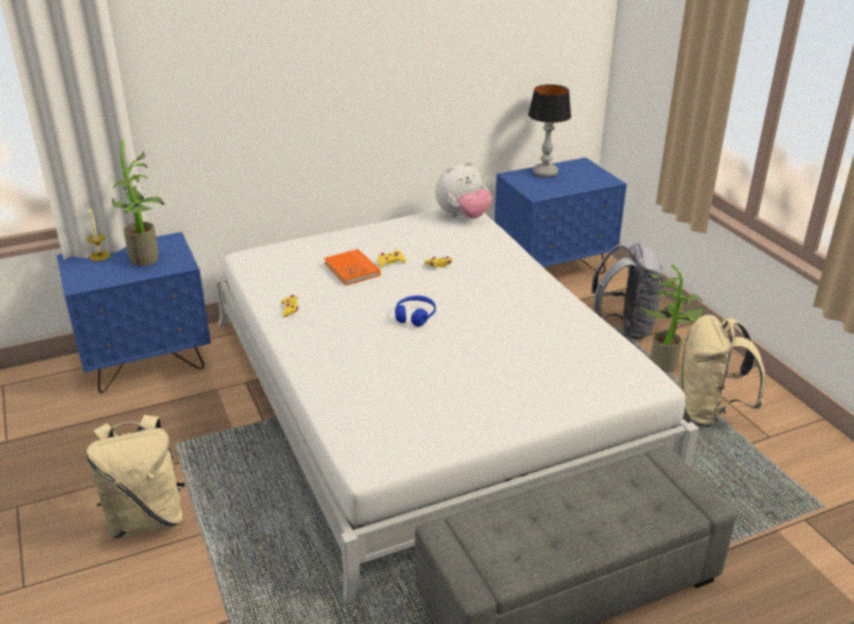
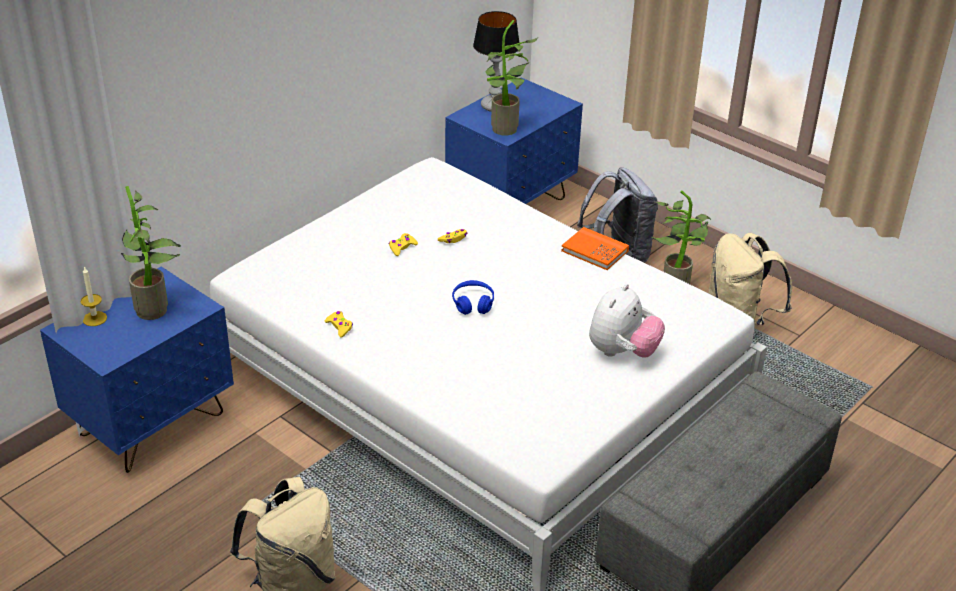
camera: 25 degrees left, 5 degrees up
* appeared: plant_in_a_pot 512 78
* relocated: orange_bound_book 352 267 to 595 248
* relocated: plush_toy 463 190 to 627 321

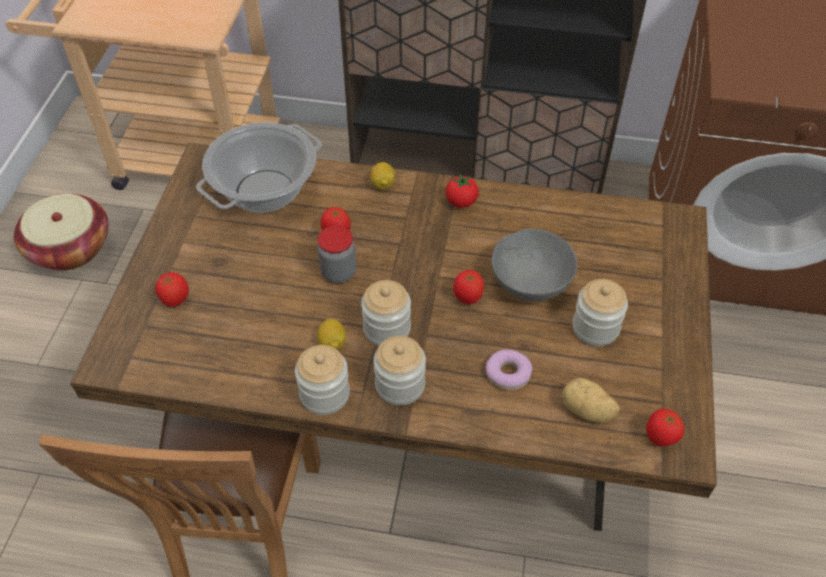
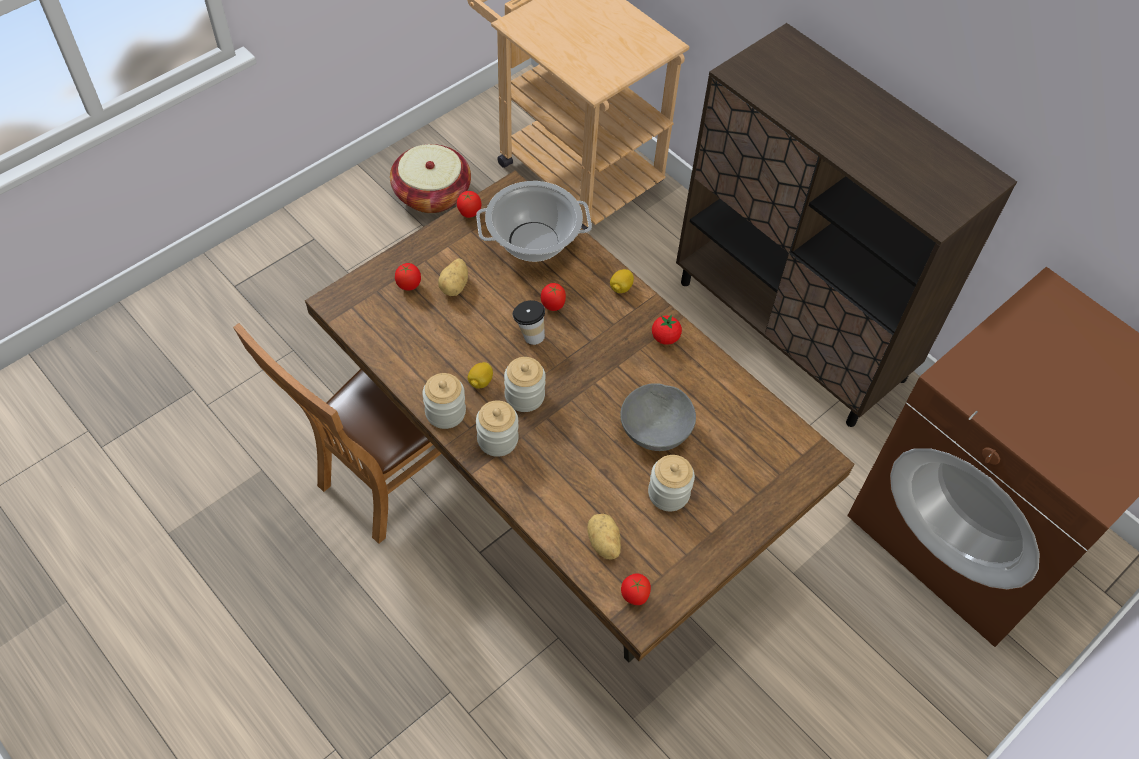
camera: 35 degrees right, 5 degrees up
* appeared: spud 453 277
* relocated: whole_tomato 468 287 to 469 204
* exchanged: storage_jar 336 254 to cup 528 322
* missing: ring_doughnut 509 370

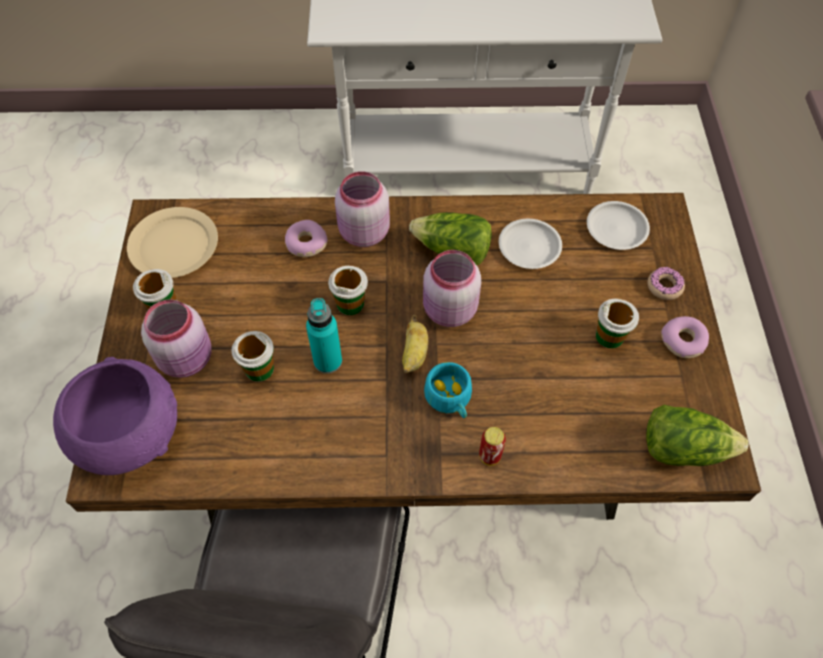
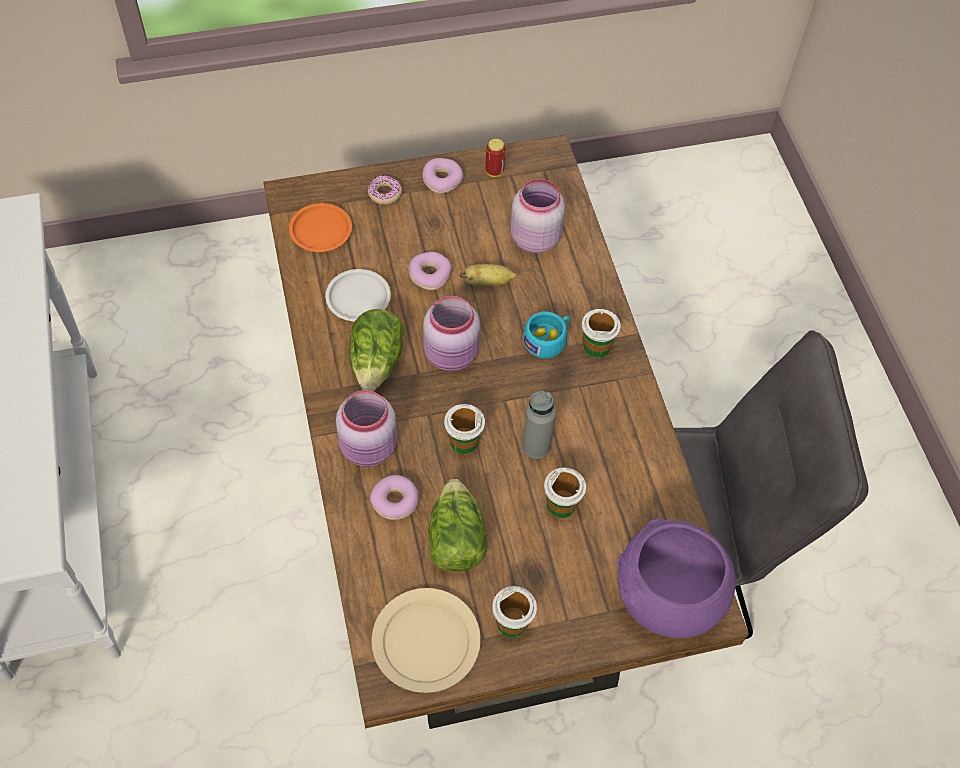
camera: 105 degrees left, 0 degrees up
* colour: whitish_flat_dish 618 225 to orange_flat_dish 320 227
* appeared: ring_doughnut 429 271
* relocated: lettuce_head 697 435 to 458 525
* relocated: banana 415 344 to 488 274
* relocated: can 492 446 to 495 158
* relocated: pink_storage_jar 176 338 to 537 216
* colour: turquoise-coloured_drink_bottle 324 336 to greyish_drink_bottle 539 425
* relocated: cup 617 323 to 601 333

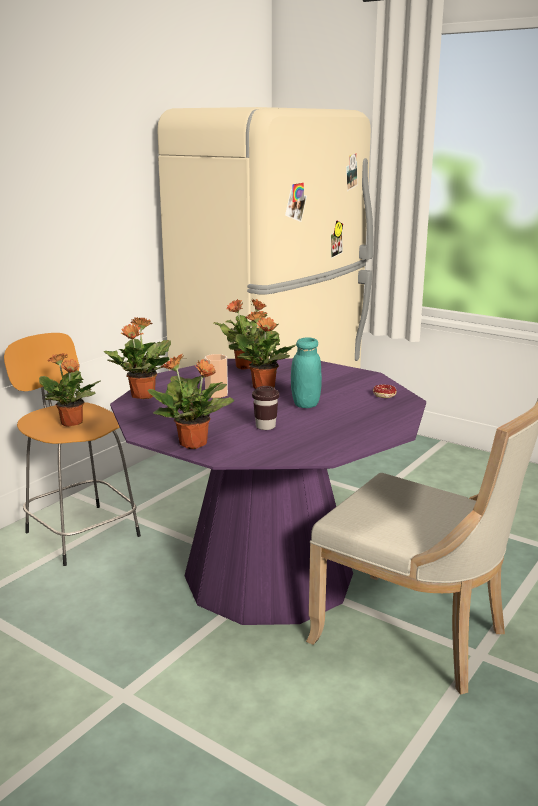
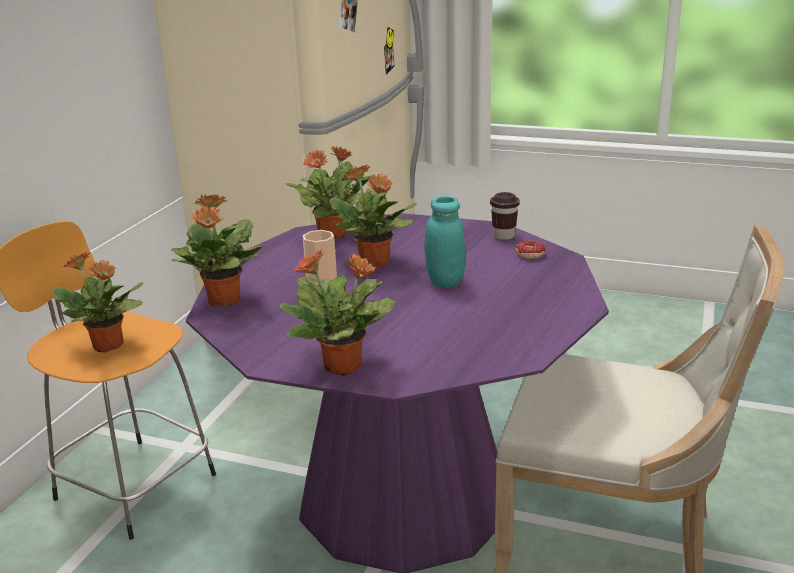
camera: 15 degrees left, 5 degrees up
* relocated: brown-coloured_cup 265 408 to 505 216

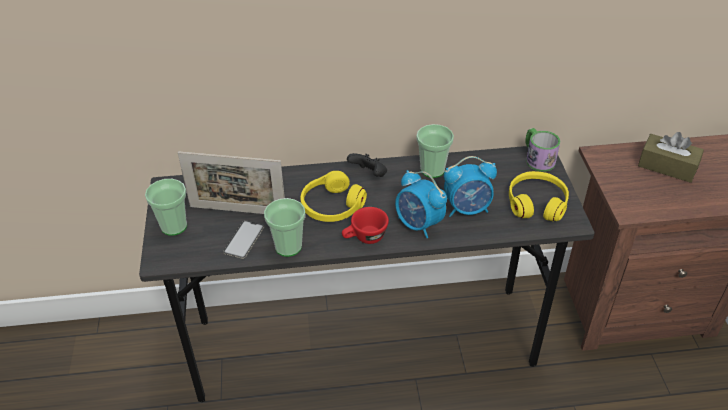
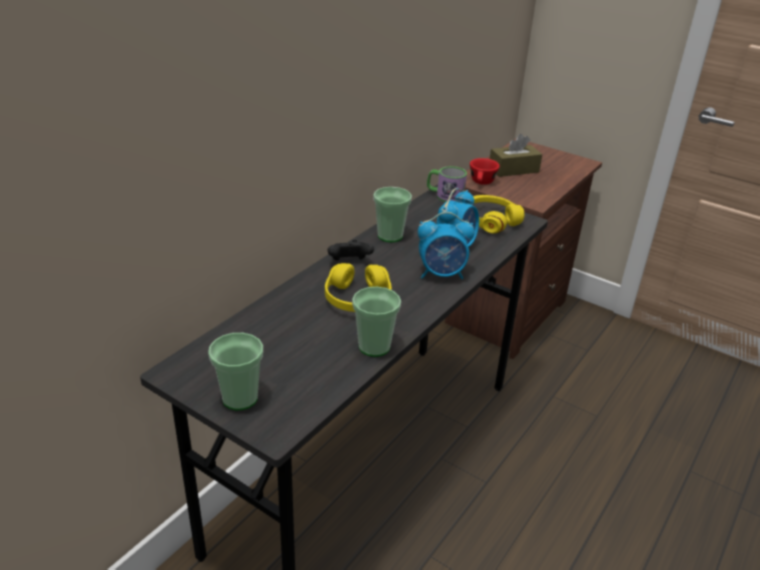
camera: 50 degrees left, 10 degrees down
* relocated: red-coloured_cup 365 225 to 485 171
* missing: picture_frame 231 182
* missing: phone 243 239

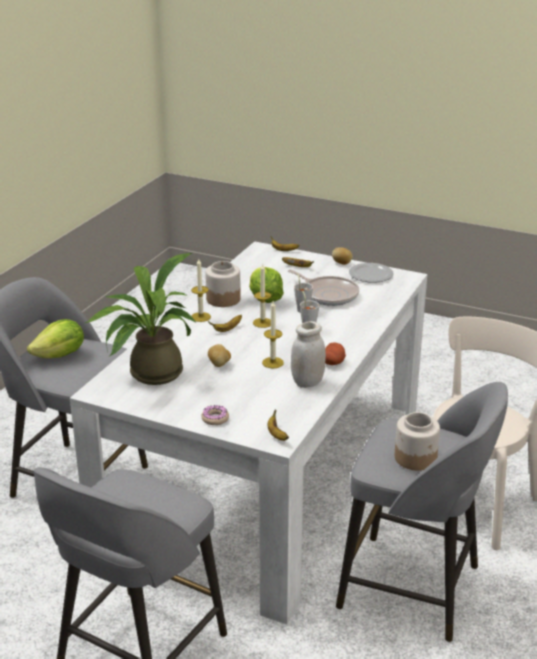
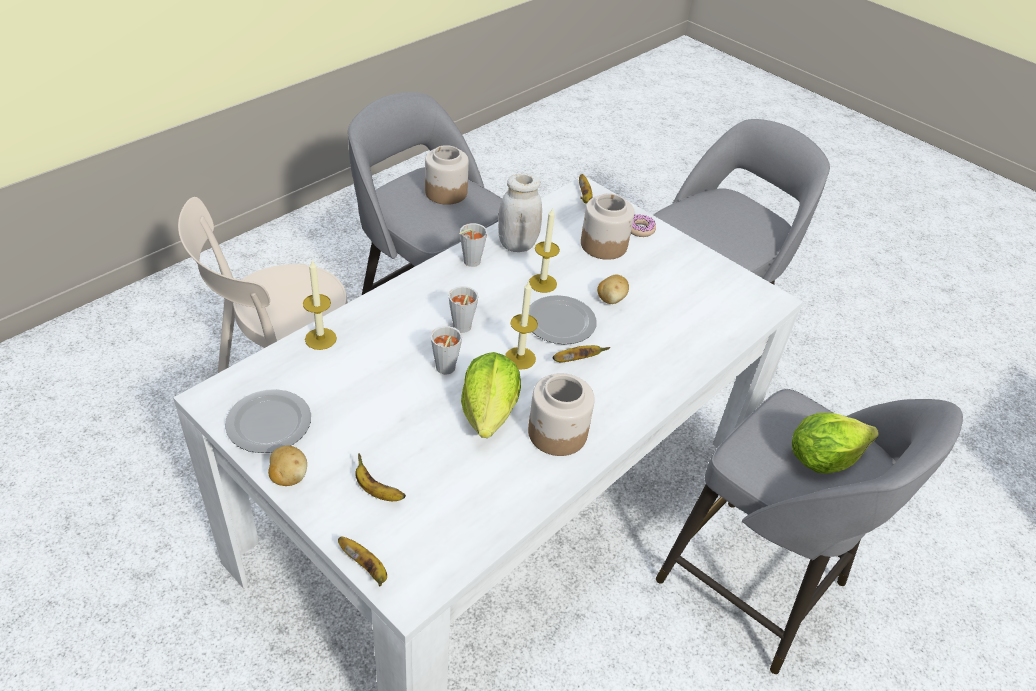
camera: 165 degrees left, 15 degrees up
* relocated: wax_candle 201 290 to 320 305
* exchanged: spud 335 354 to greyish_cup 473 245
* appeared: flat_dish 563 319
* appeared: storage_jar 608 226
* missing: plant_in_a_pot 140 319
* missing: pan 323 288

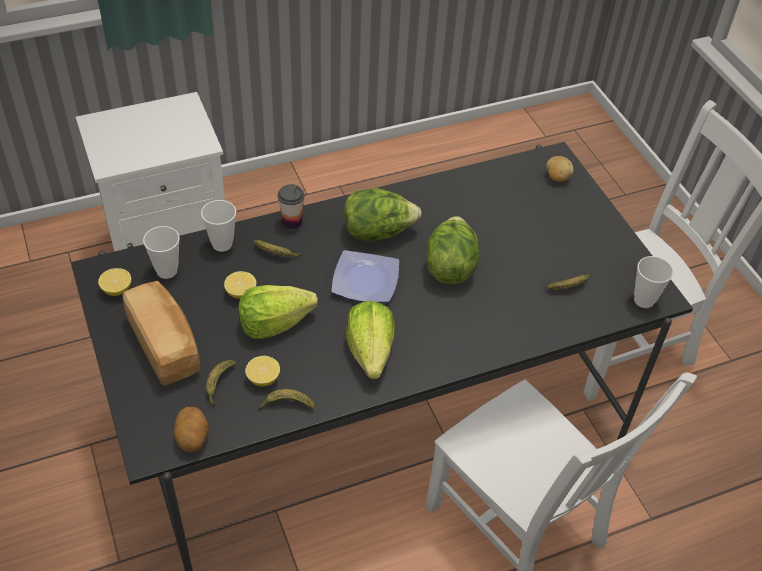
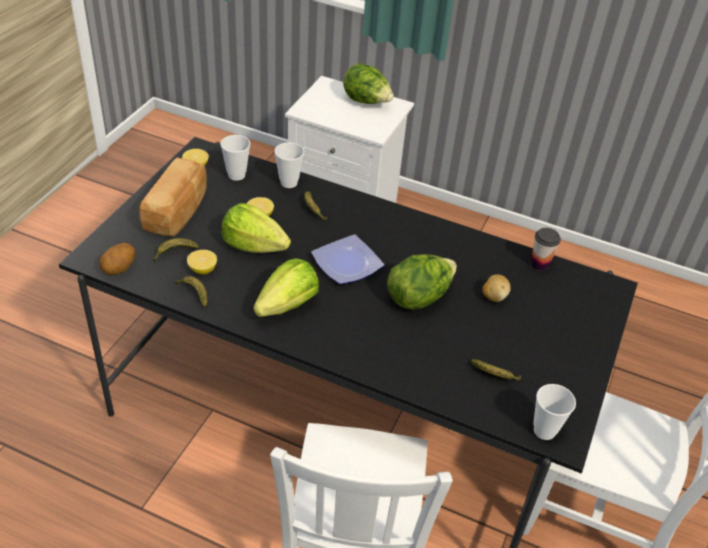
camera: 45 degrees right, 5 degrees down
* relocated: lettuce_head 383 214 to 368 83
* relocated: spud 559 169 to 496 288
* relocated: cup 291 206 to 546 249

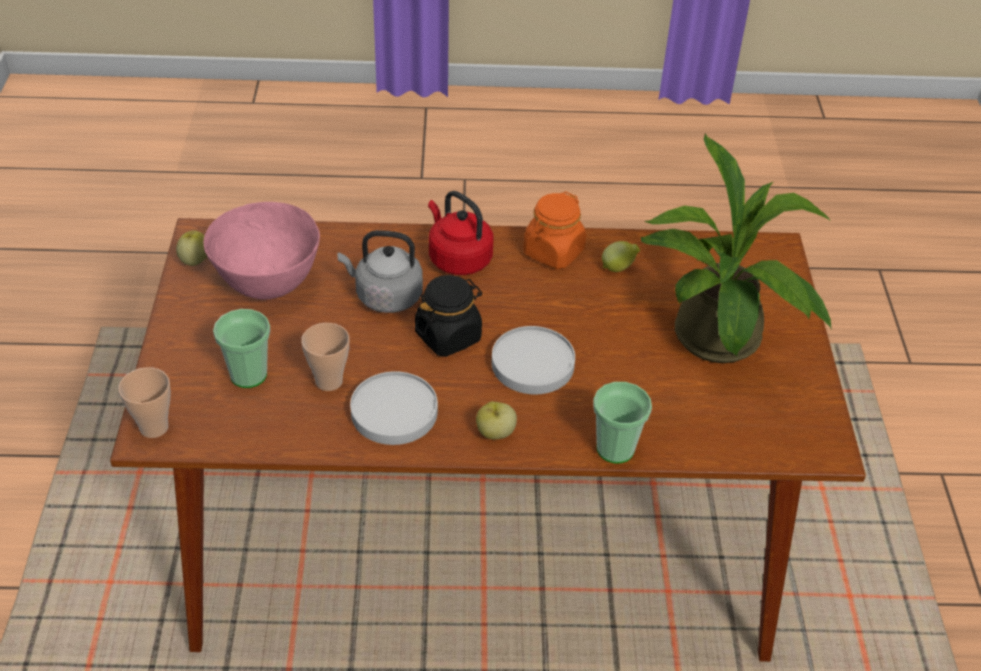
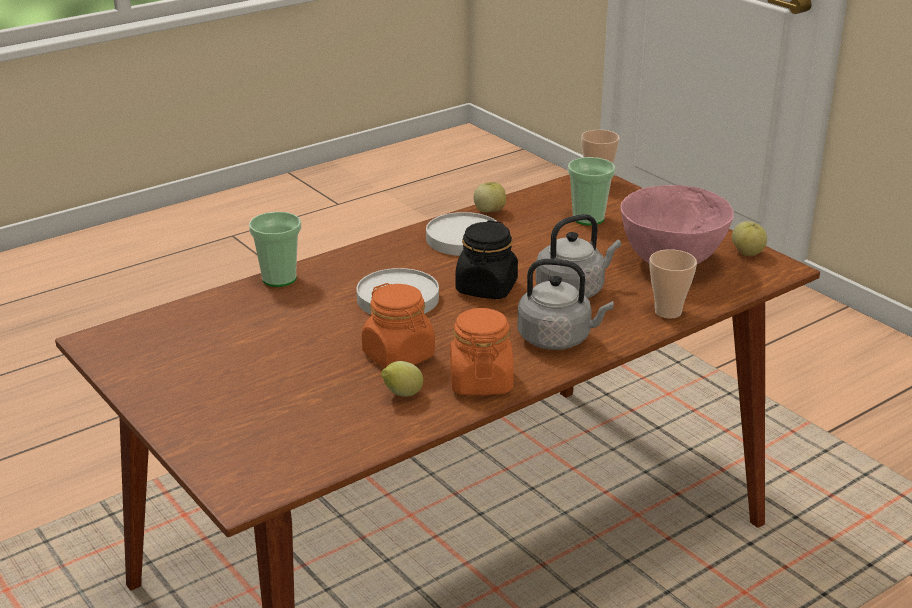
camera: 145 degrees right, 15 degrees down
* appeared: orange_storage_jar 398 325
* relocated: whole_apple 496 420 to 490 197
* colour: red-coloured_kettle 460 233 to greyish_kettle 565 304
* relocated: cup 325 357 to 673 284
* missing: plant_in_a_pot 736 248

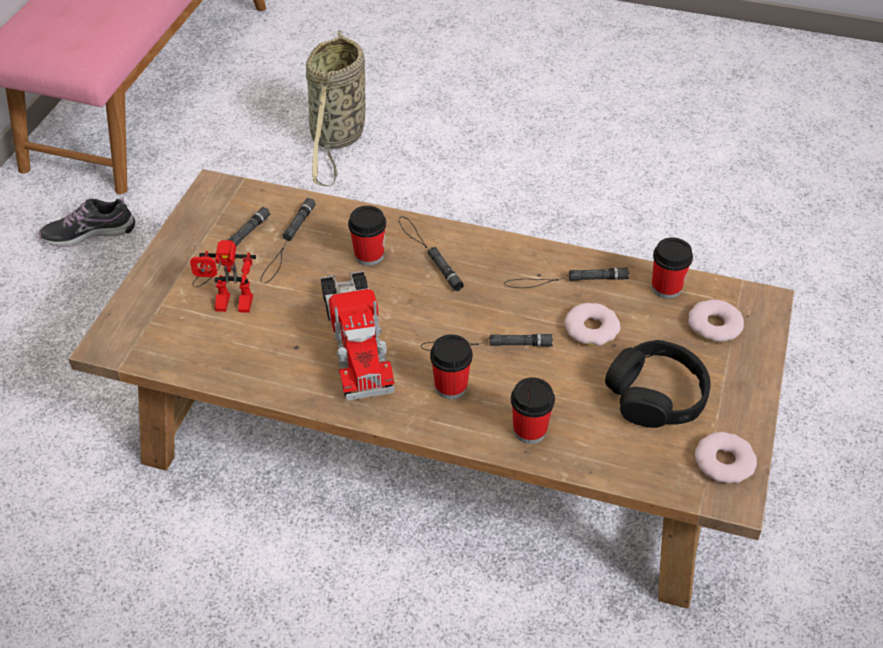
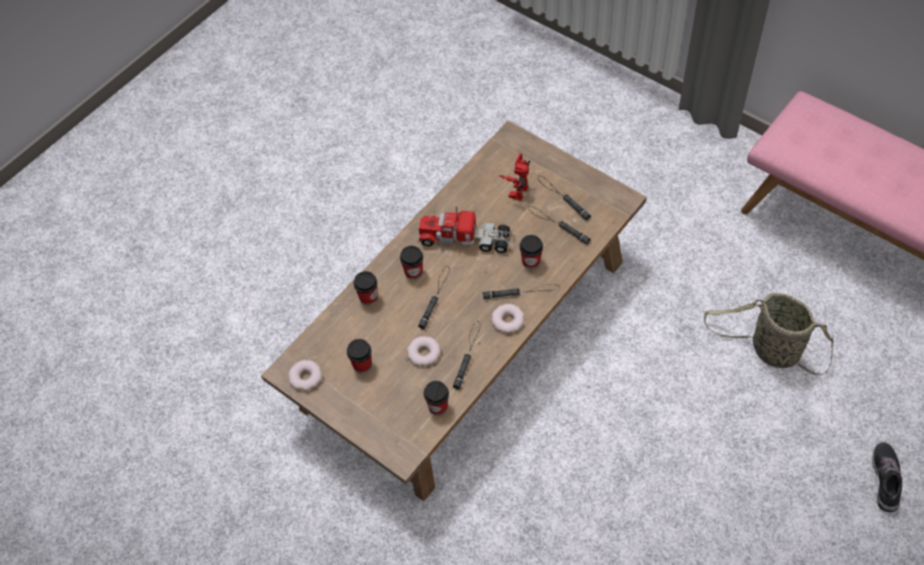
camera: 115 degrees right, 10 degrees up
* exchanged: black_pair_of_headphones 658 384 to cup 359 356
* relocated: ring_doughnut 716 320 to 507 318
* relocated: shoe 87 222 to 887 477

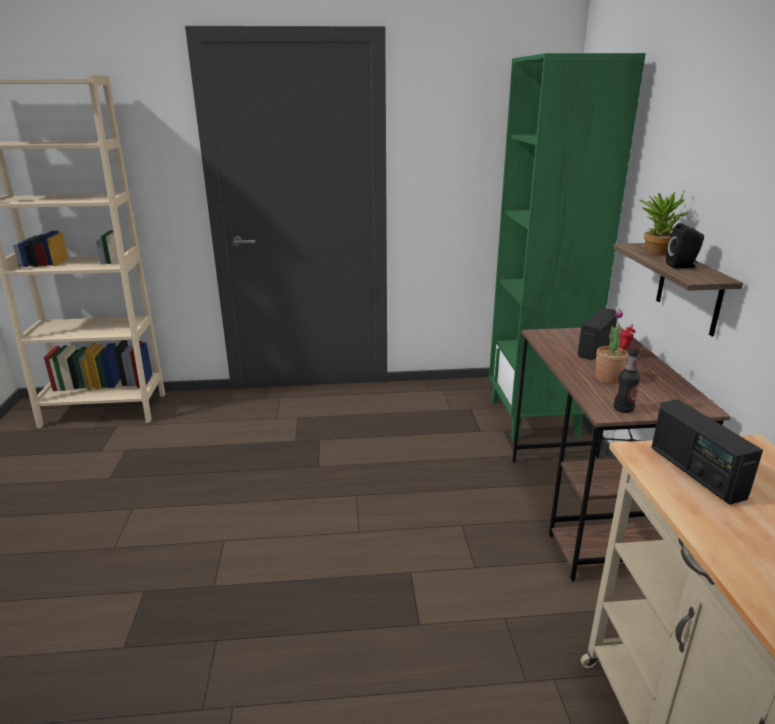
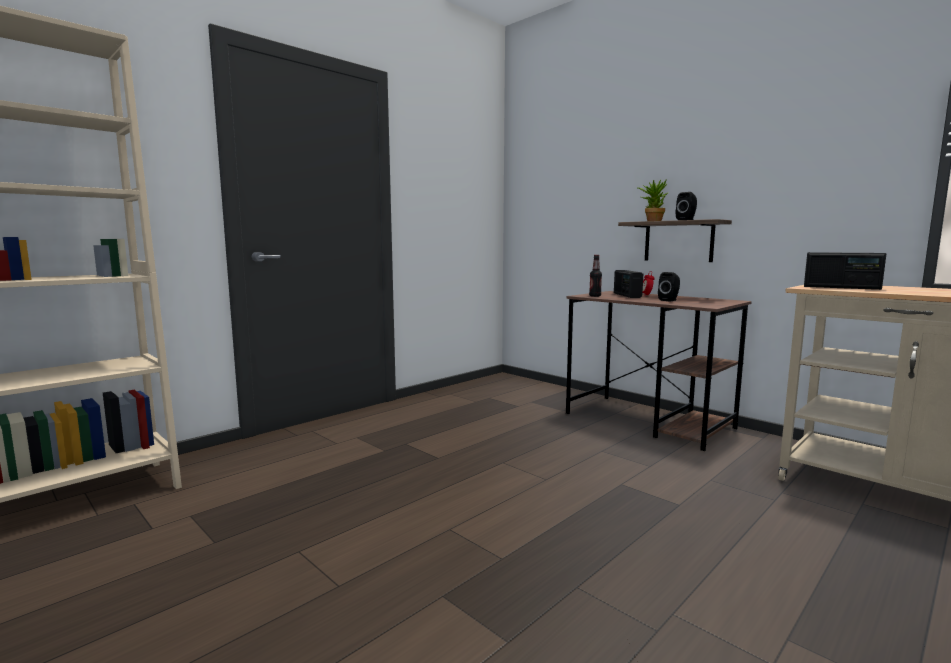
camera: 40 degrees left, 15 degrees down
* relocated: drink_bottle 627 379 to 595 276
* exchanged: plant_in_a_pot 611 346 to black_loudspeaker 669 286
* missing: green_bookshelf 567 247

